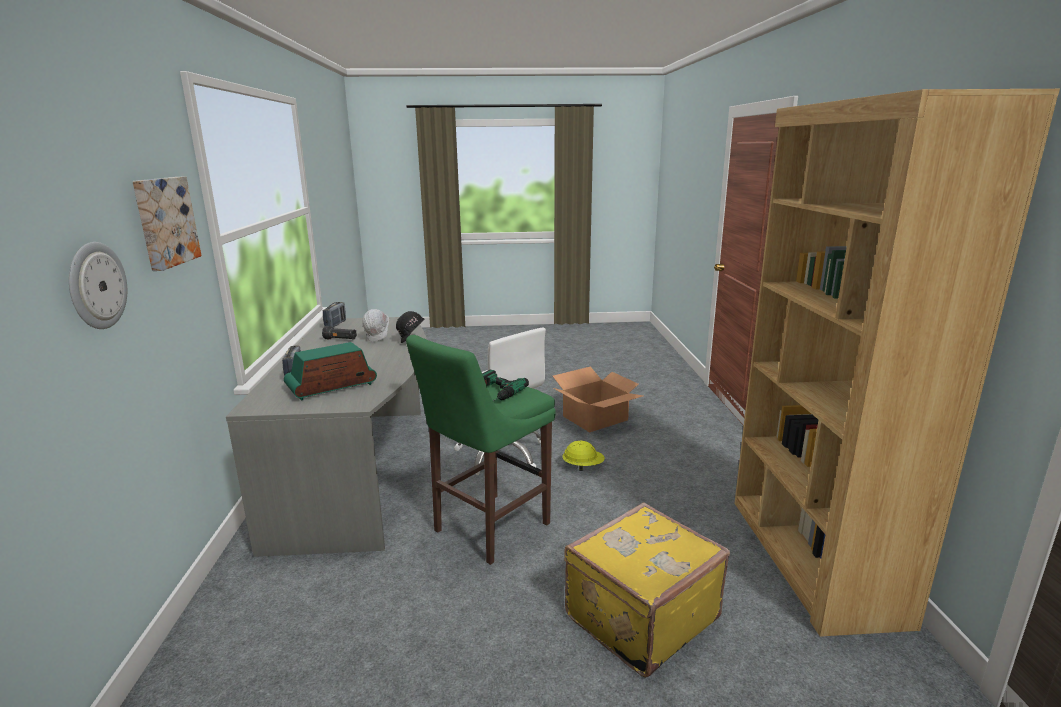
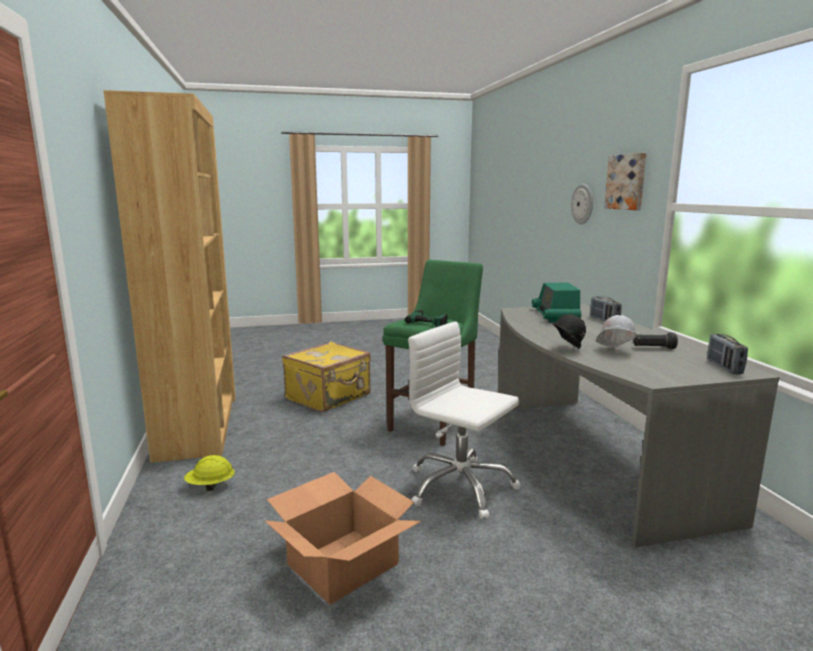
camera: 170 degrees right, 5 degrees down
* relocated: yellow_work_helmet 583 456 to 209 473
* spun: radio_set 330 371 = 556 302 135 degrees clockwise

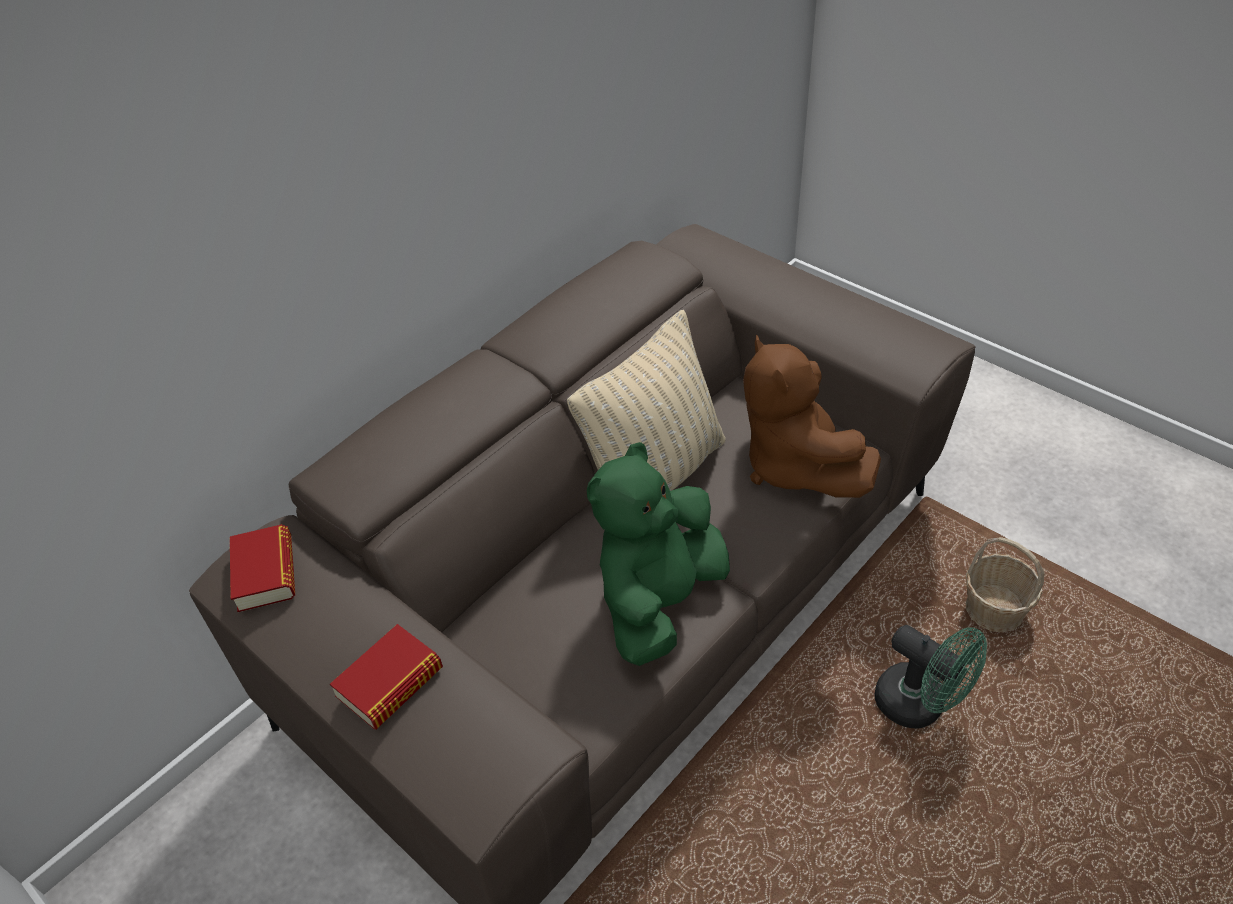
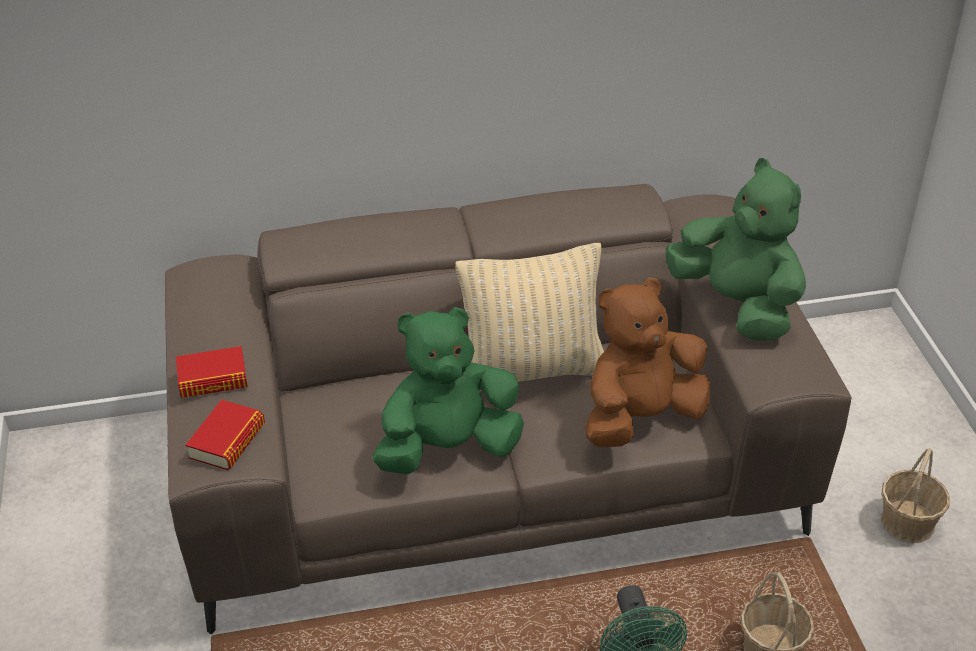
camera: 35 degrees right, 5 degrees down
* relocated: bound_book 262 568 to 225 434
* spun: brown-coloured_plush_toy 812 416 = 648 362 45 degrees clockwise
* appeared: green_plush_toy 736 249
* appeared: basket 915 495

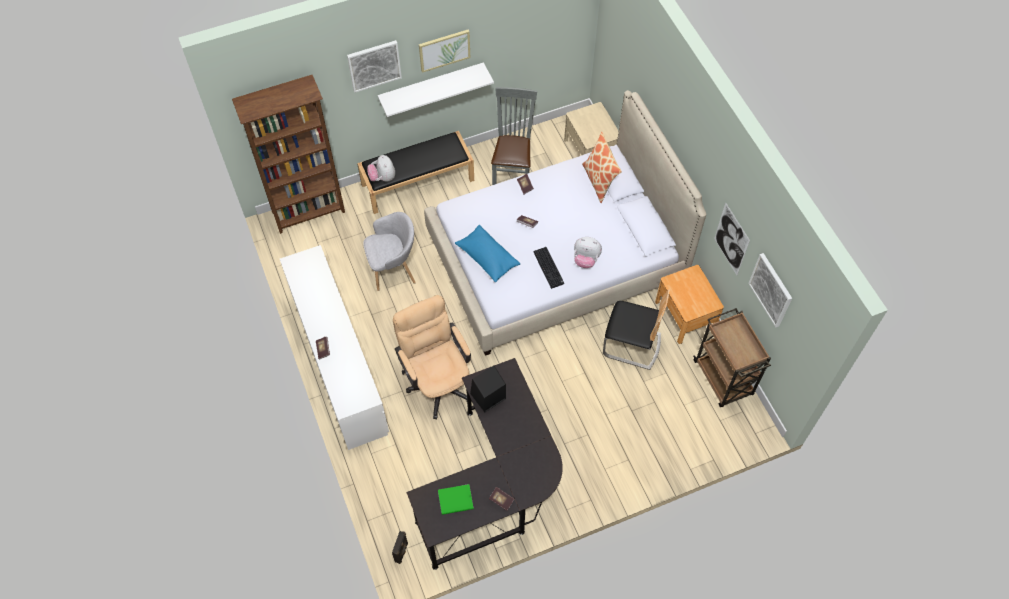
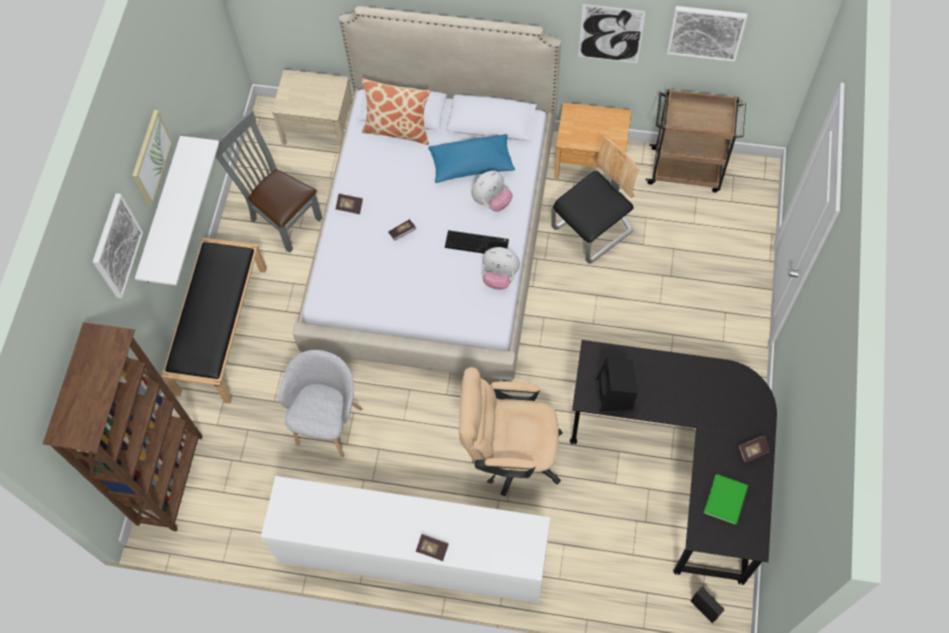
camera: 55 degrees left, 5 degrees up
* relocated: blue-coloured_pillow 487 253 to 471 158
* relocated: plush_toy 381 168 to 501 268

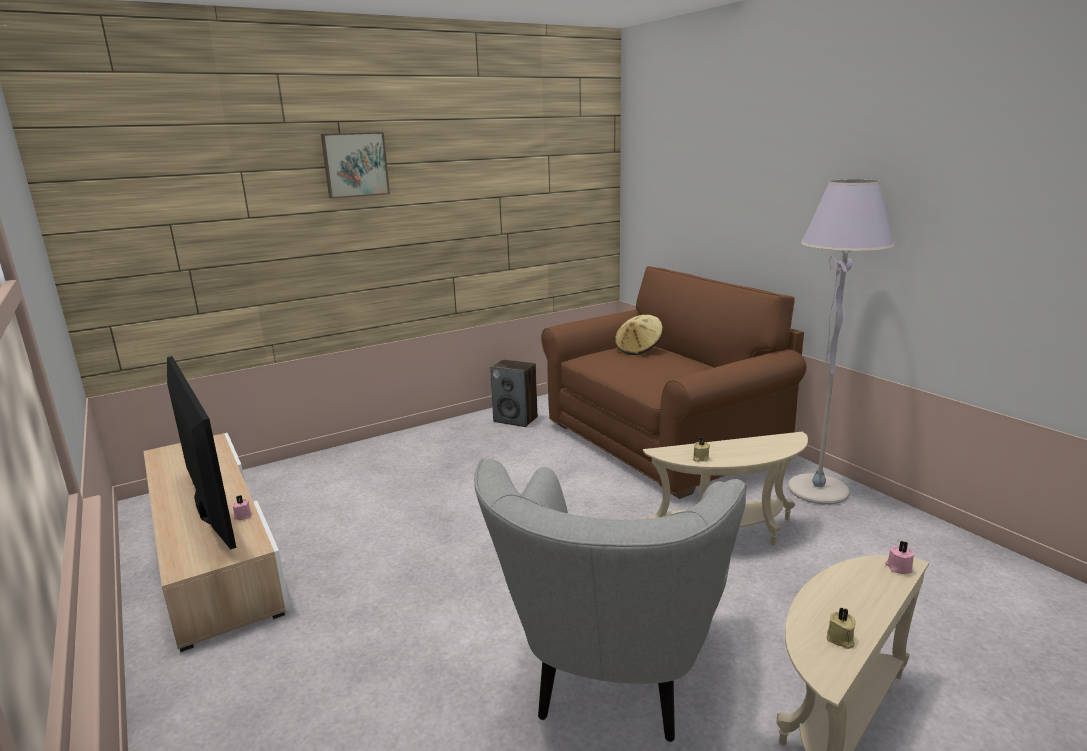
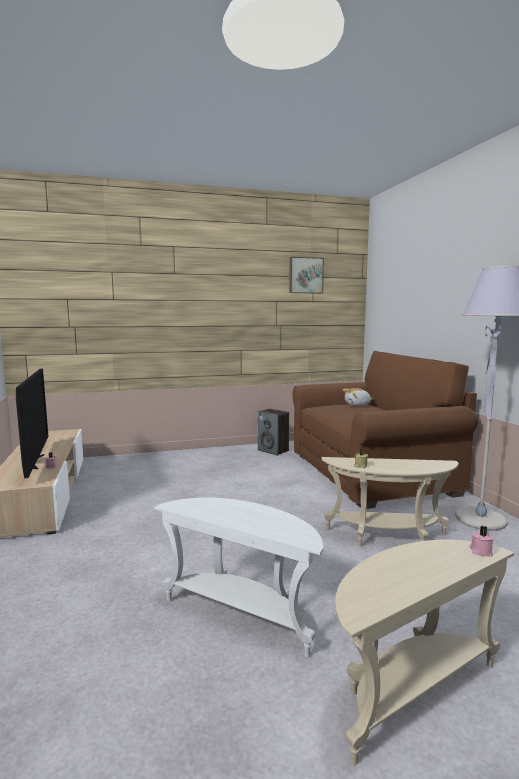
camera: 15 degrees right, 10 degrees down
* exchanged: greyish_easy_chair 610 600 to whitish_end_table 239 577
* relocated: picture 355 165 to 306 275
* exchanged: sand-coloured_wearable_hat 639 335 to plush_toy 357 397
* missing: sand-coloured_wax_candle 841 628

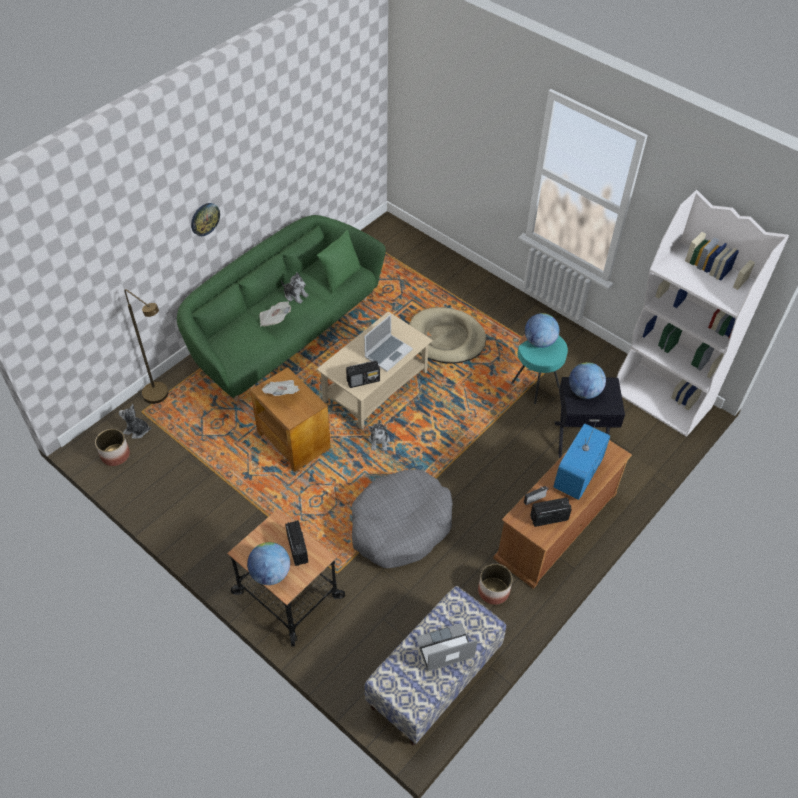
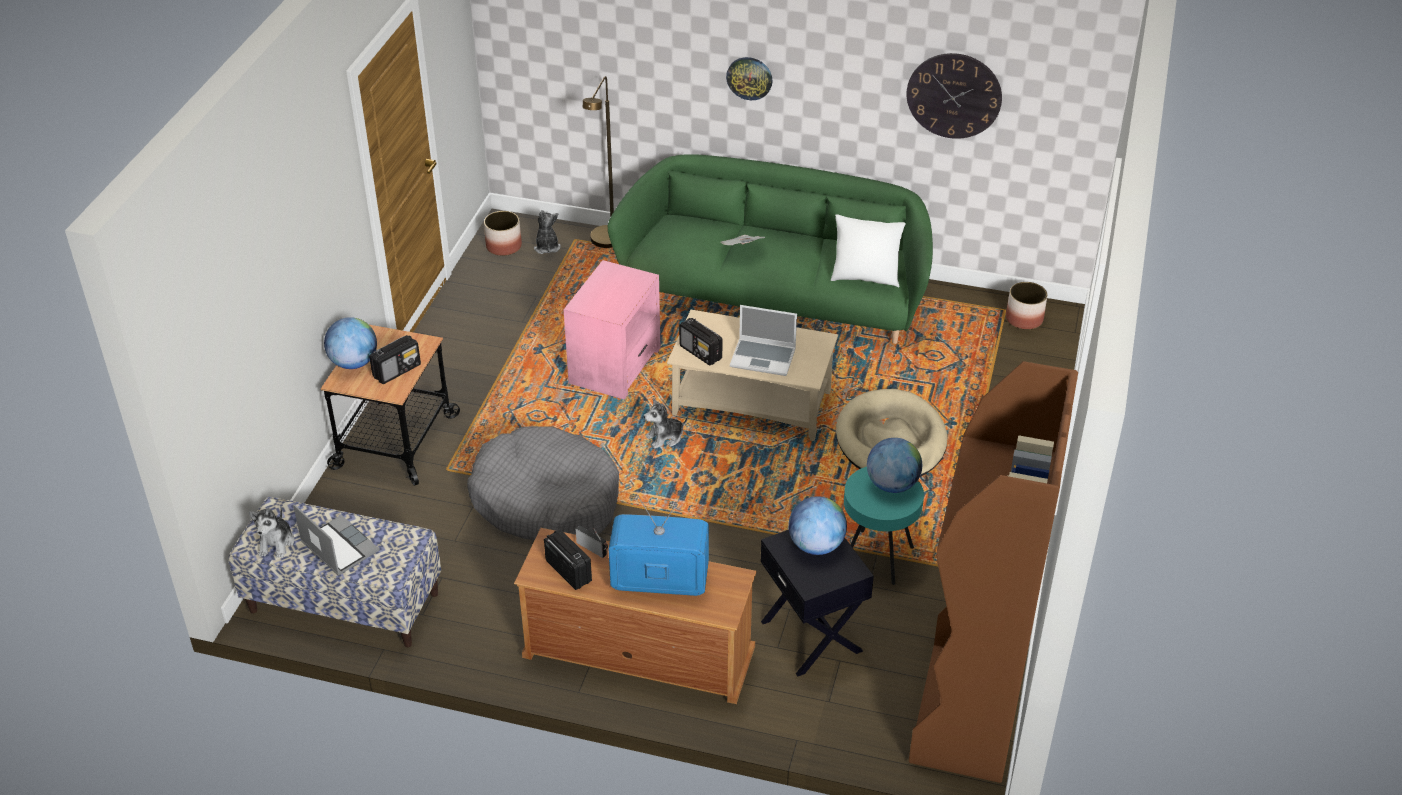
camera: 65 degrees right, 10 degrees down
* relocated: plush_toy 295 288 to 271 532
* colour: brown-coloured_end_table 290 419 to pink_end_table 612 330
* colour: green_pillow 339 262 to whitish_pillow 868 251
* appeared: clock_on_the_wall 954 96
* colour: whitish_bookshelf 703 313 to brown-coloured_bookshelf 993 572
* relocated: flower_pot 495 584 to 1027 306
* missing: printed_paper 281 388

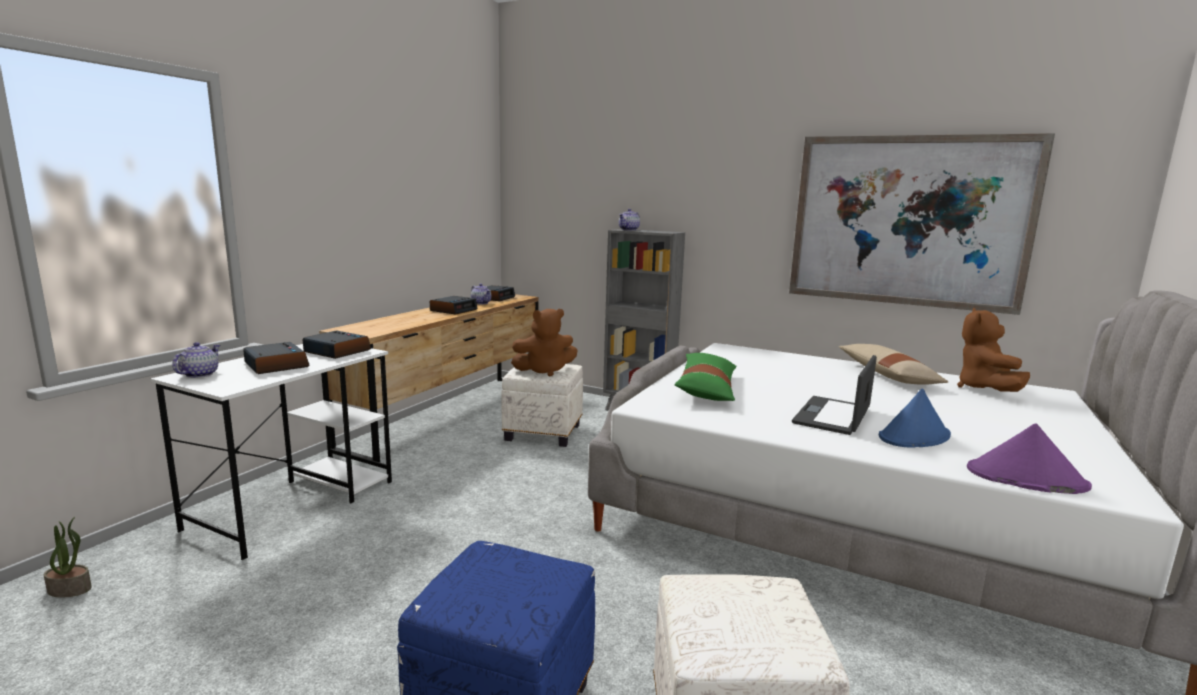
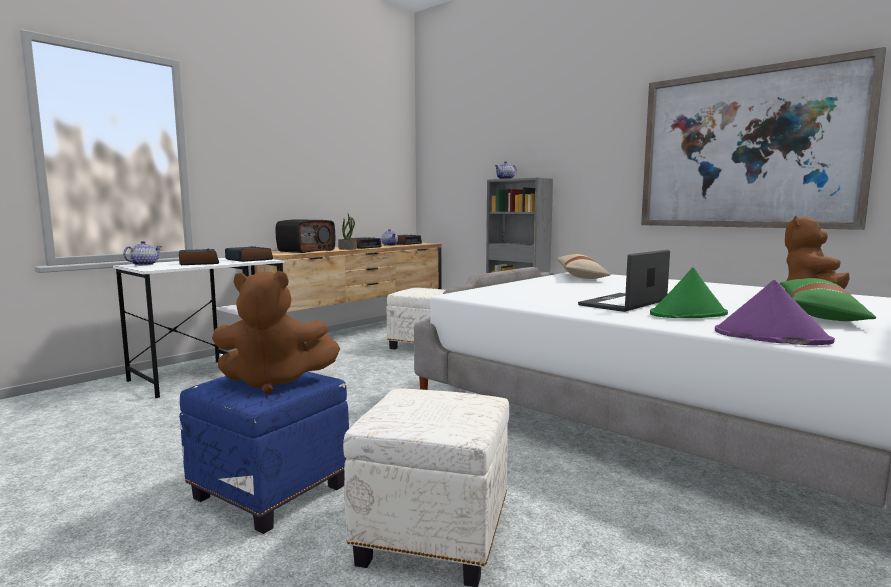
camera: 15 degrees right, 5 degrees down
* relocated: brown-coloured_plush_toy 544 343 to 276 332
* appeared: radio_set 305 236
* relocated: plant_in_a_pot 68 557 to 347 232
* relocated: sand-coloured_pillow 893 364 to 583 266
* colour: blue-coloured_wearable_hat 915 418 to green_wearable_hat 689 292
* relocated: green_pillow 705 377 to 828 299

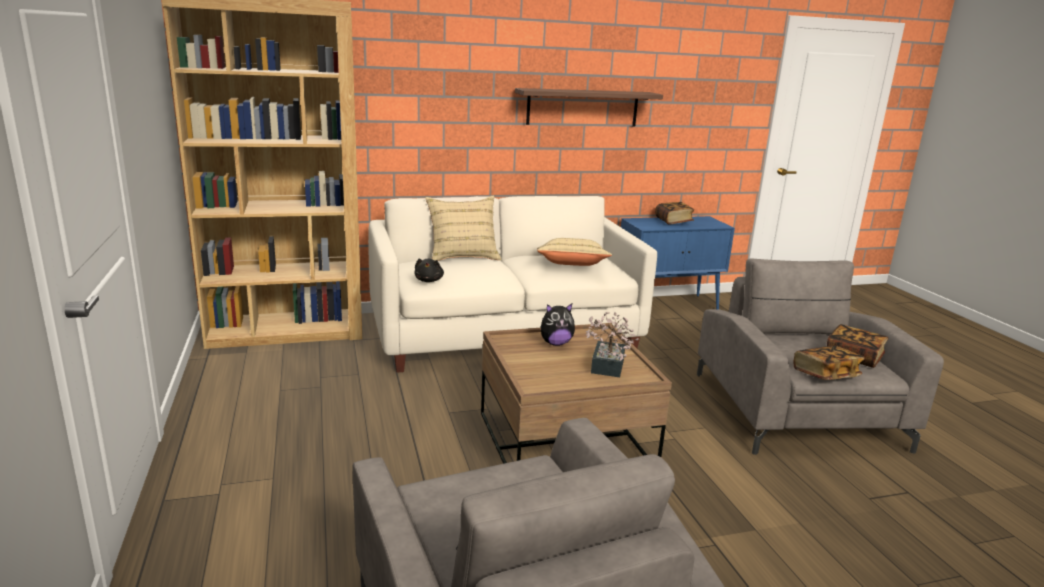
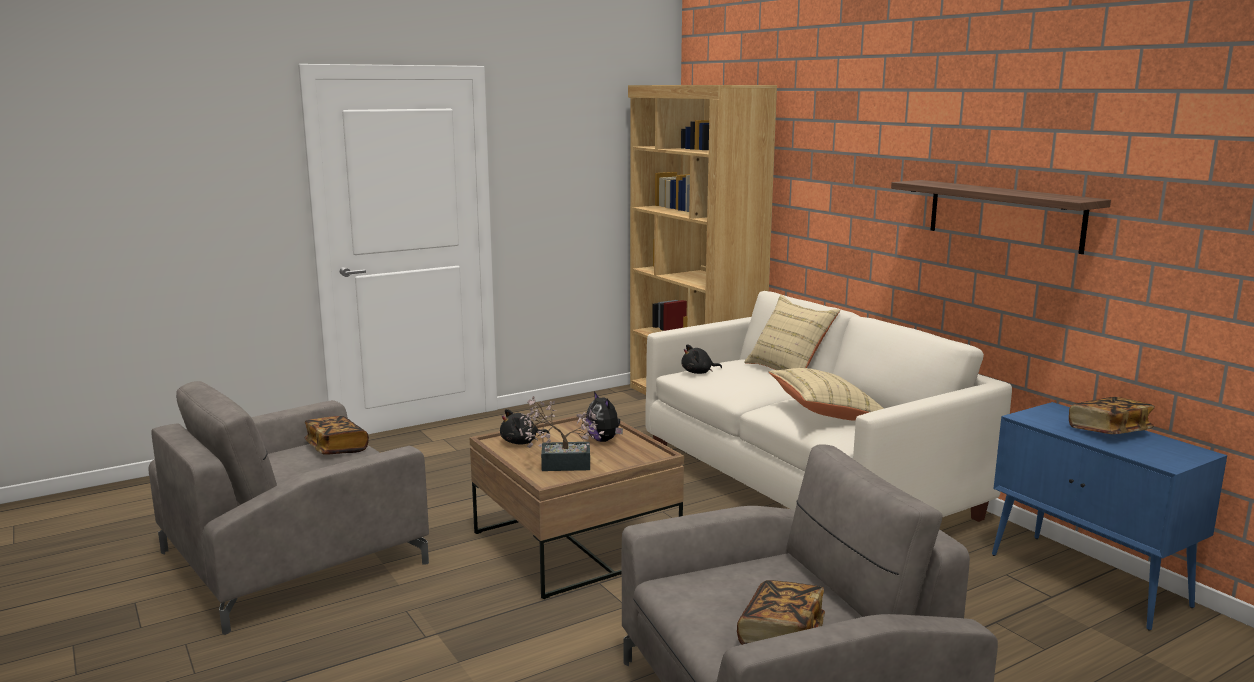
camera: 75 degrees right, 5 degrees down
* relocated: bound_book 829 363 to 336 435
* appeared: black_plush_toy 524 427

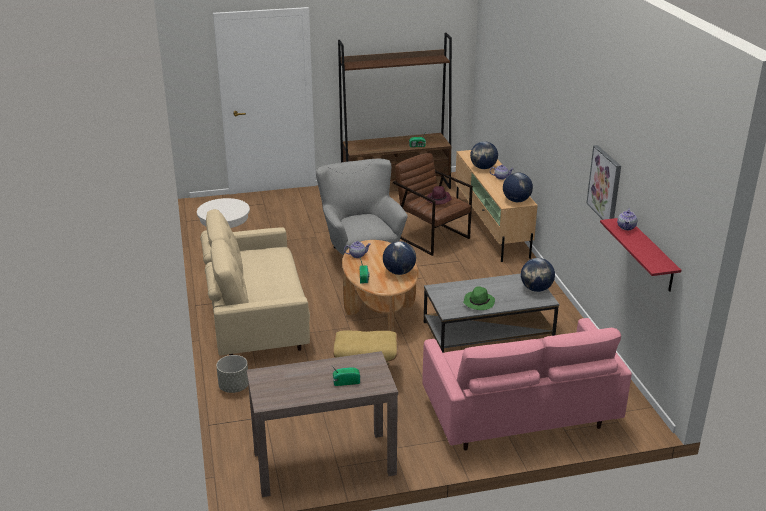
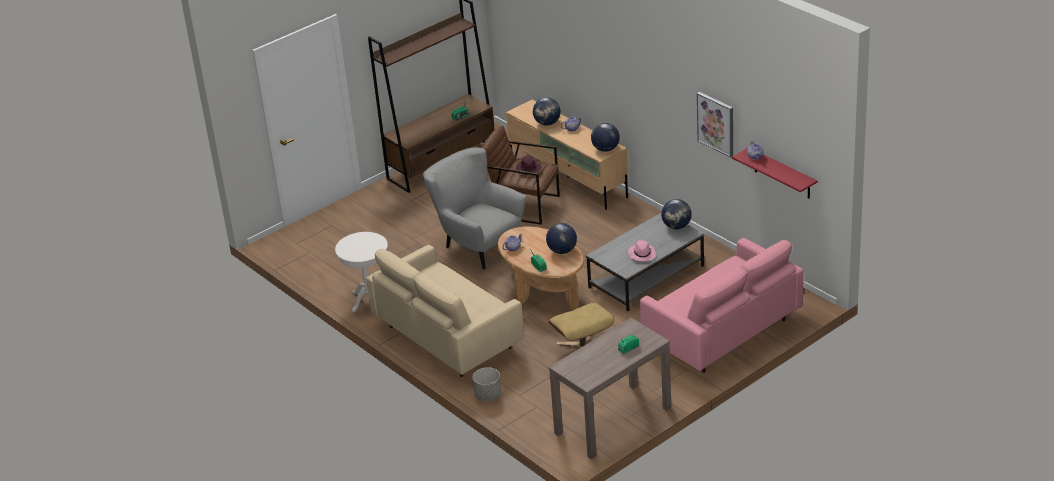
camera: 25 degrees left, 5 degrees up
* colour: green_wearable_hat 479 298 to pink_wearable_hat 642 250

